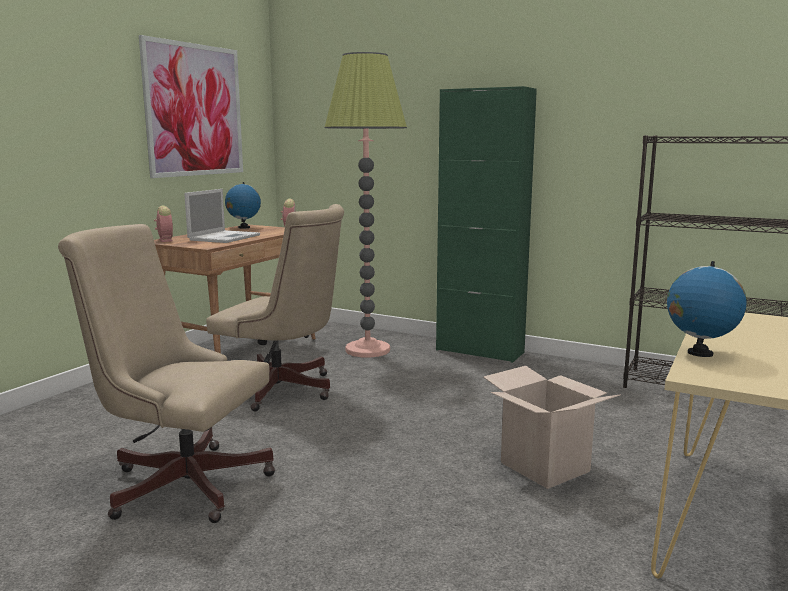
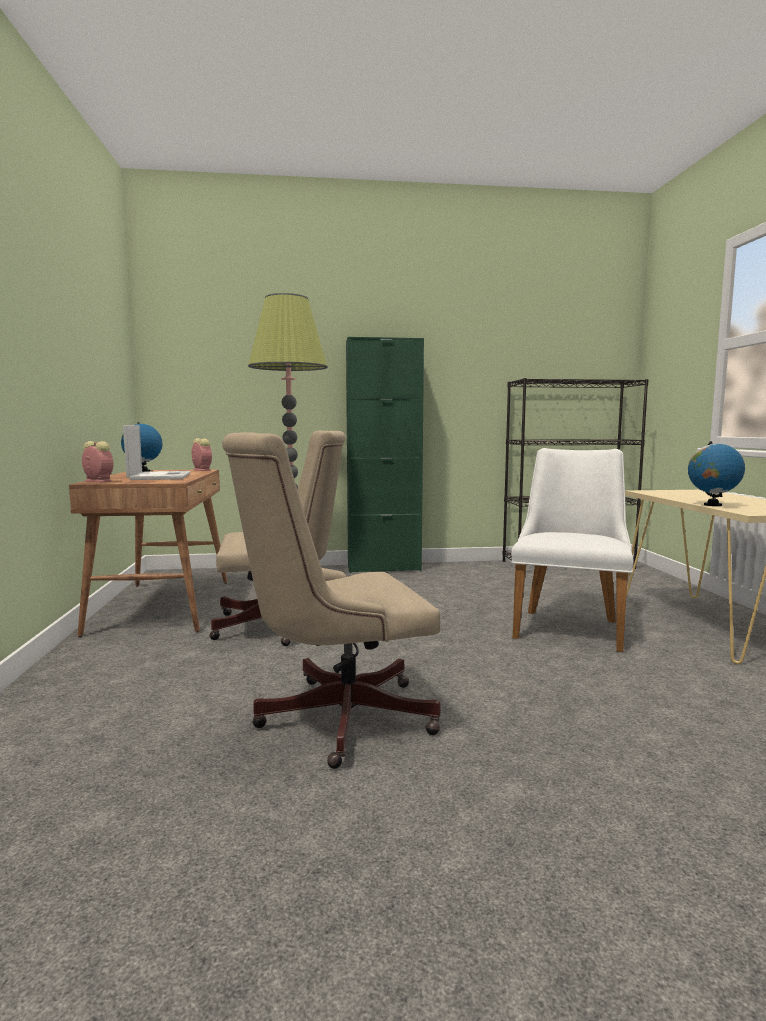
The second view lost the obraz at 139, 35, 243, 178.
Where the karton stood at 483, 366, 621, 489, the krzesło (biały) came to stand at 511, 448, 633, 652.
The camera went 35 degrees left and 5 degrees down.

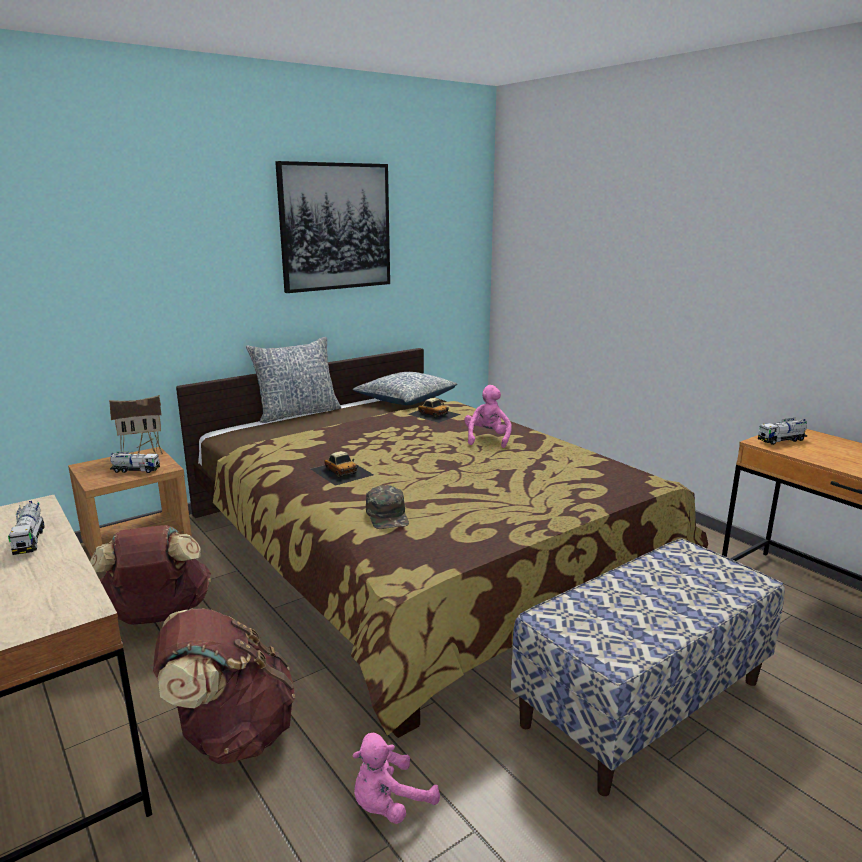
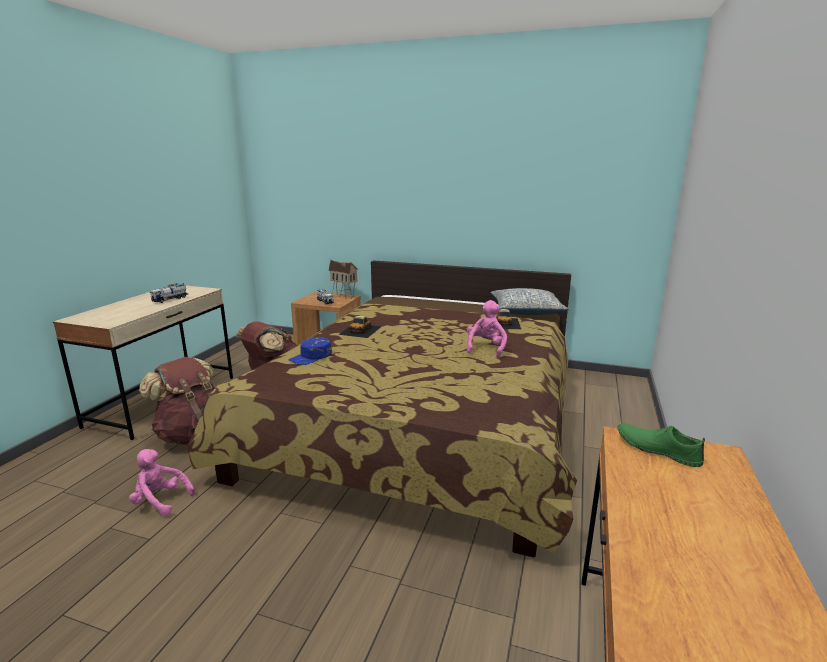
The second view lost the poduszka at 246, 336, 341, 423.
The second view lost the obraz at 275, 161, 390, 293.
The second view lost the ławka at 511, 539, 785, 796.
Where the ciężarówka zabawkowa stood at 758, 418, 808, 445, the but (zielony) came to stand at 617, 423, 705, 467.
What was the czapka z daszkiem (zielony) at 366, 485, 409, 529 turned into the czapka z daszkiem (niebieski) at 289, 337, 332, 365.
The pluszak (różowy) at 464, 385, 512, 448 ended up facing another way, 45 degrees counterclockwise from before.
The camera went 55 degrees right and 0 degrees up.

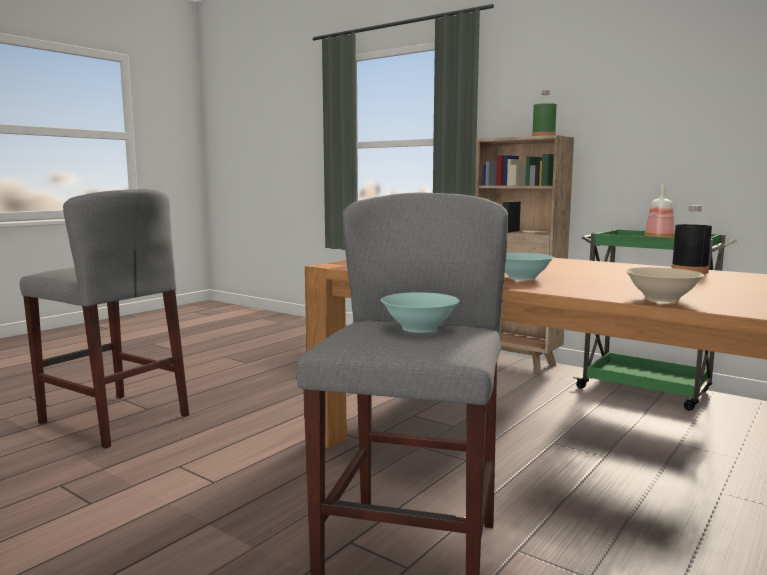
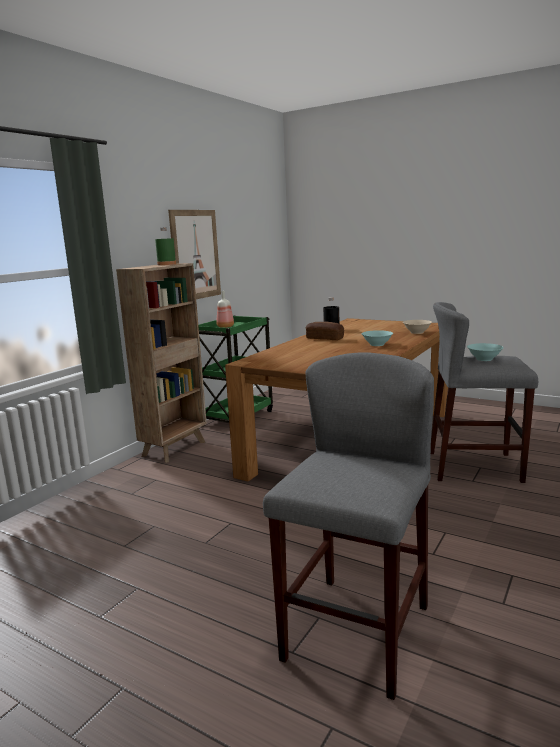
The second view gained the obraz at 168, 210, 221, 299.
The second view gained the chleb at 306, 322, 344, 340.
The camera went 95 degrees left and 5 degrees up.

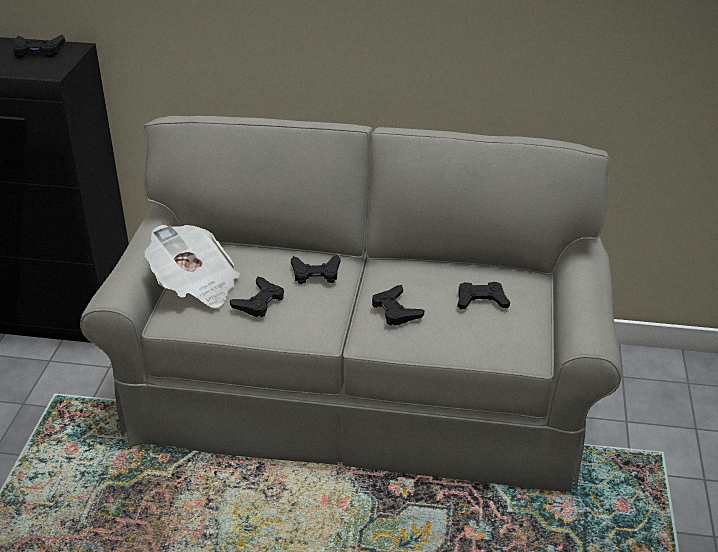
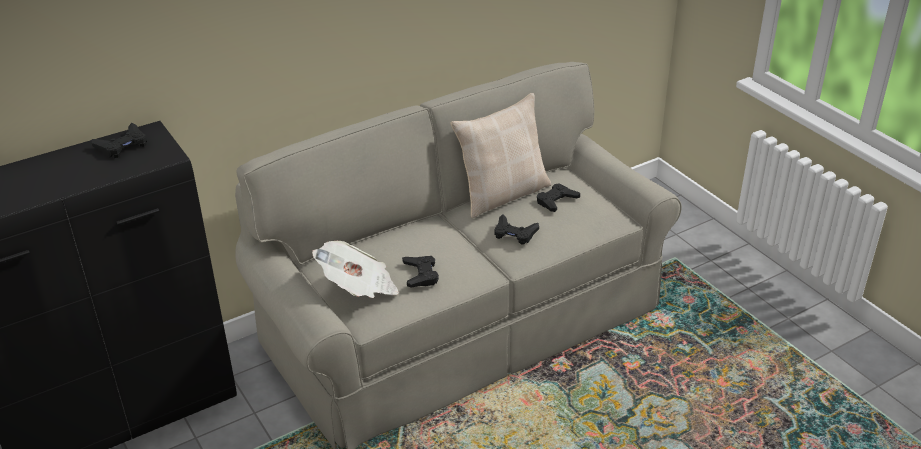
The second view lost the pad do gier (czarny) at 291, 255, 340, 284.
The second view gained the poduszka (beżowy) at 451, 93, 552, 218.
The camera went 40 degrees left and 0 degrees up.

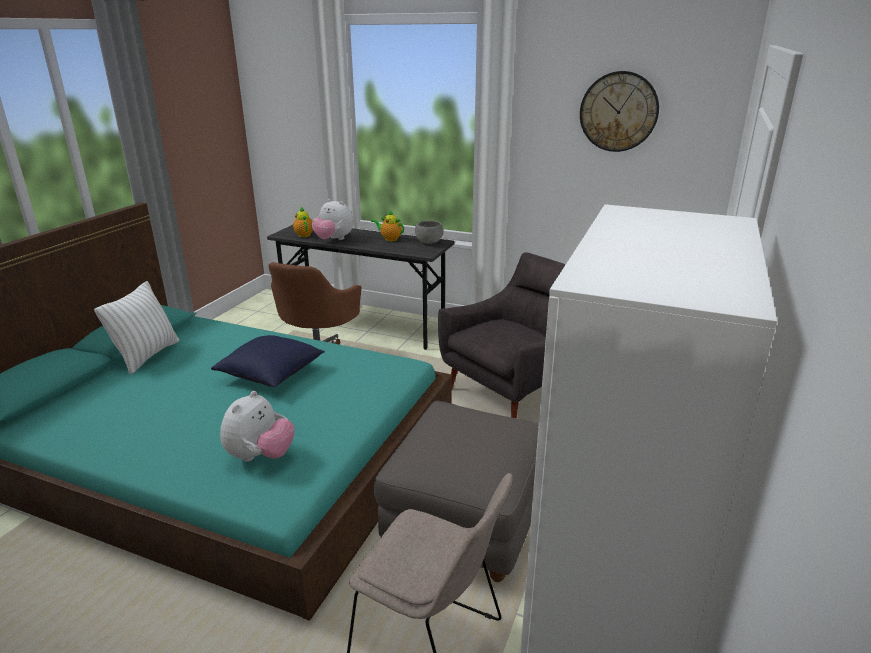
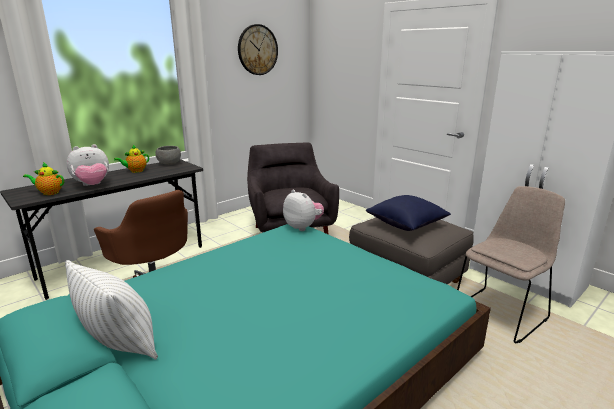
The poduszka (niebieski) ended up elsewhere, having gone from 211, 335, 325, 387 to 366, 195, 451, 231.
The pluszak ended up elsewhere, having gone from 220, 391, 295, 462 to 283, 189, 324, 231.
The camera went 65 degrees left and 5 degrees down.

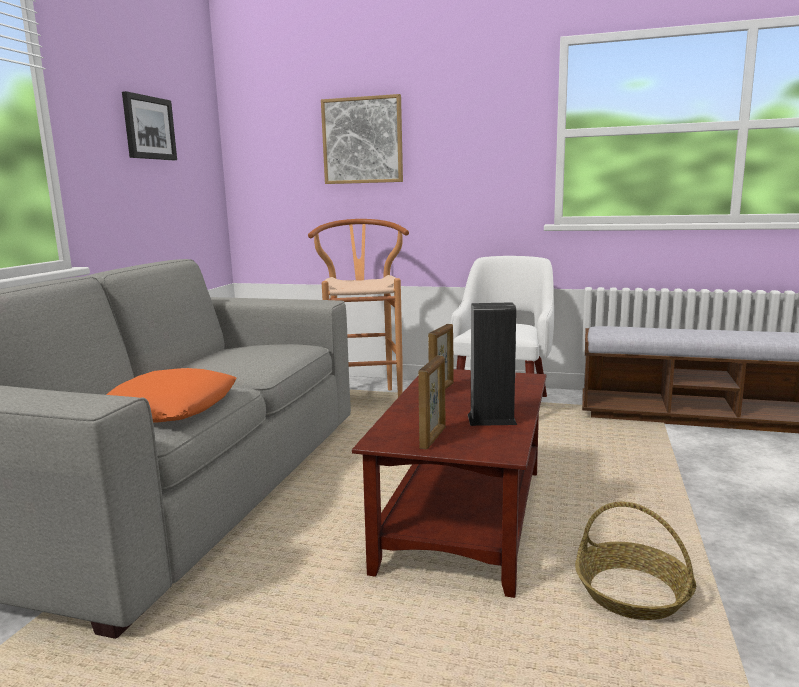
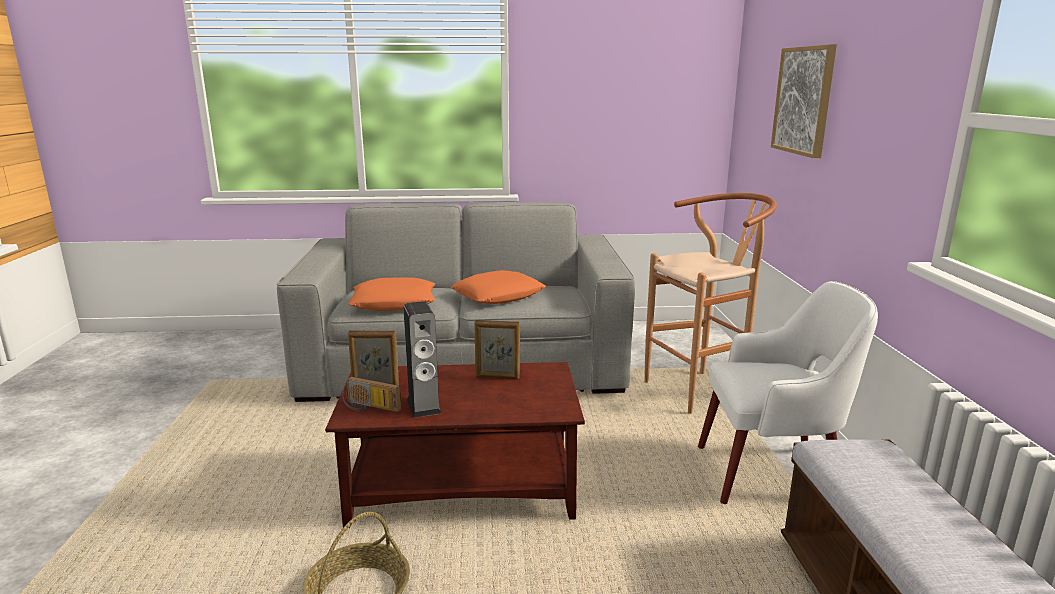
The second view lost the obraz at 122, 91, 177, 160.
The second view gained the radio at 343, 377, 402, 412.
The second view gained the poduszka (pomarańczowy) at 451, 270, 546, 304.
The camera went 70 degrees right and 5 degrees up.

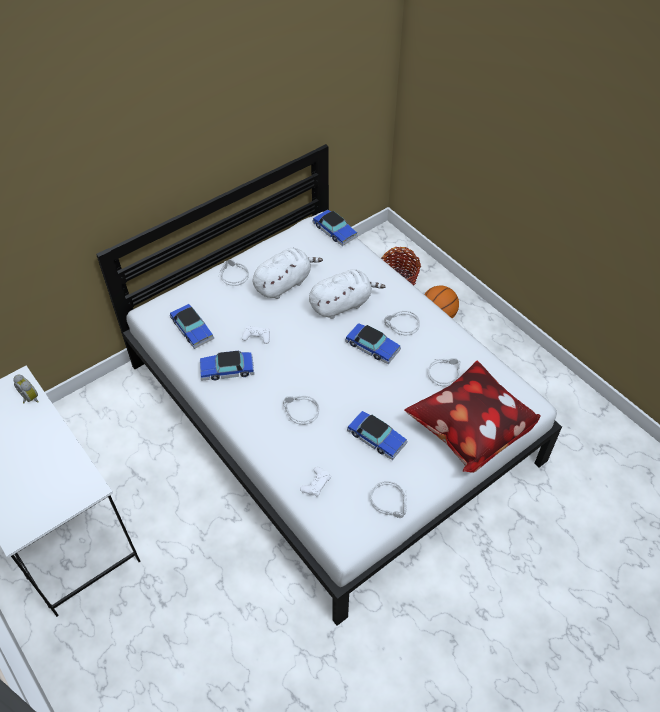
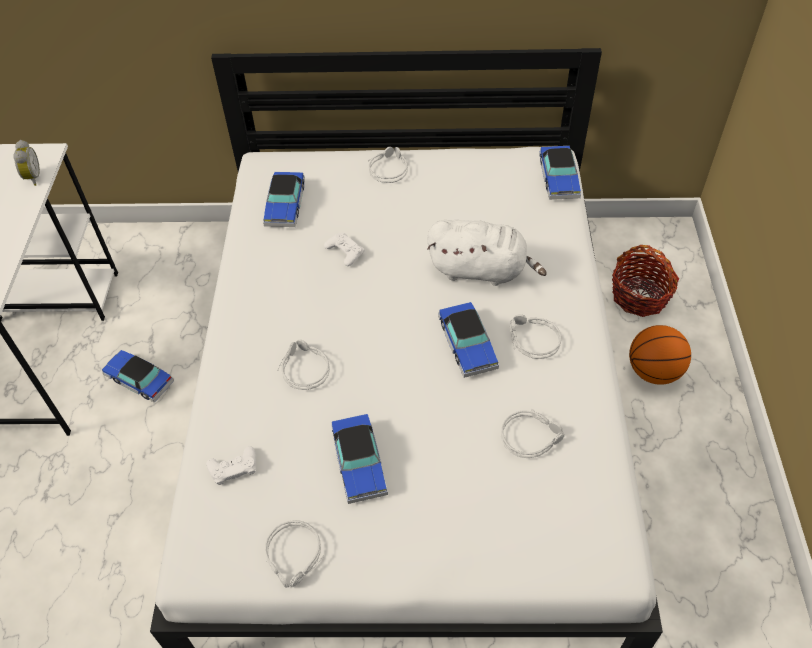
The second view lost the pluszak (biały) at 253, 248, 323, 299.
The second view lost the poduszka at 404, 361, 540, 473.
The samochodzik ended up elsewhere, having gone from 200, 351, 254, 380 to 102, 350, 174, 403.
The camera went 40 degrees right and 0 degrees up.

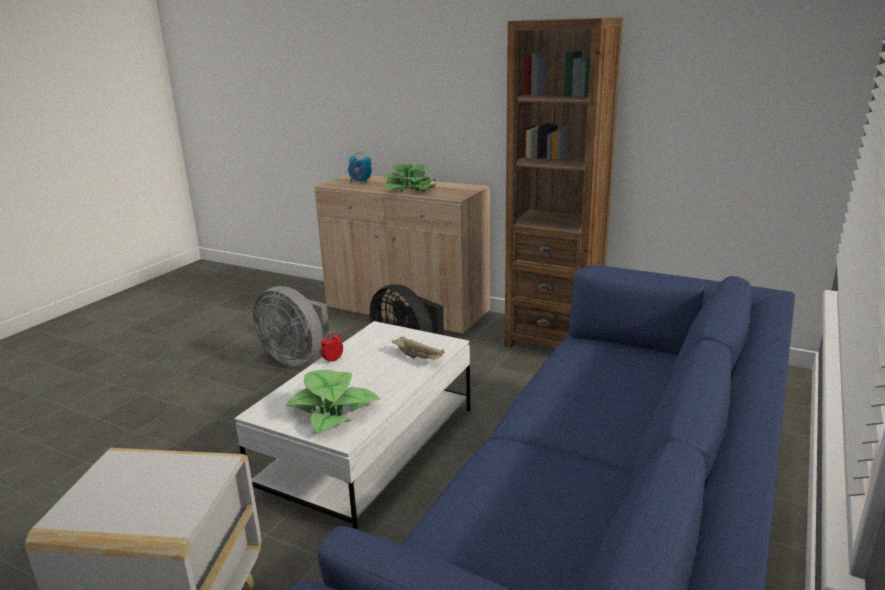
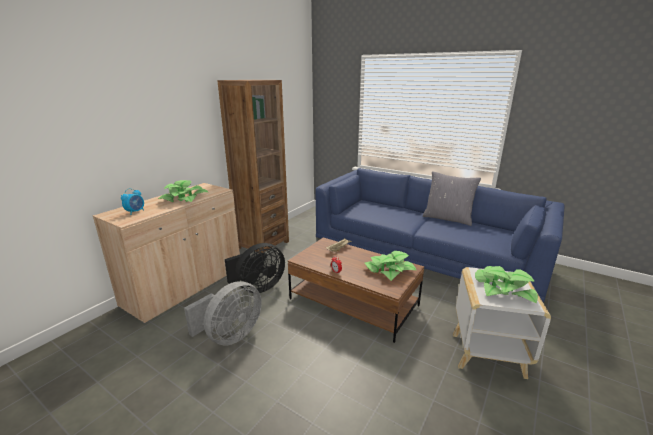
The second view gained the poduszka (szary) at 423, 171, 481, 226.
The second view gained the roślina doniczkowa at 475, 266, 538, 303.
What was the ława (biały) at 234, 321, 470, 529 turned into the ława (brązowy) at 288, 238, 424, 343.
The camera went 85 degrees left and 0 degrees up.

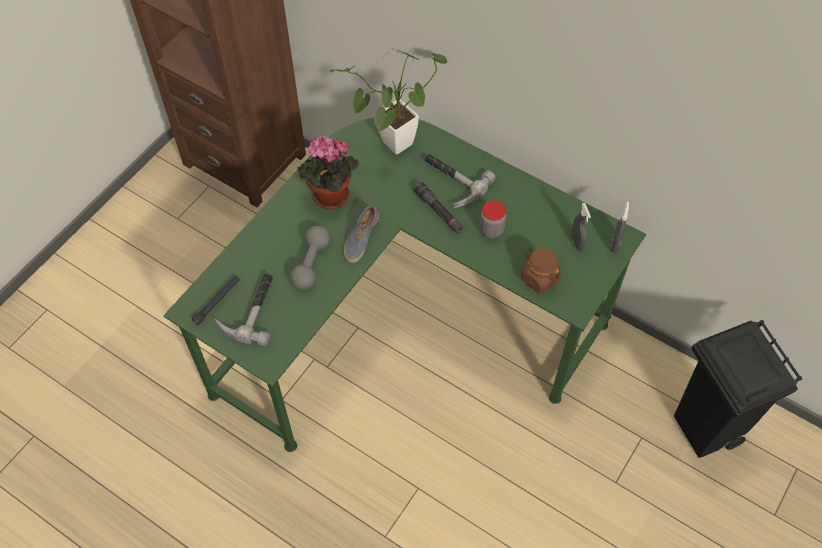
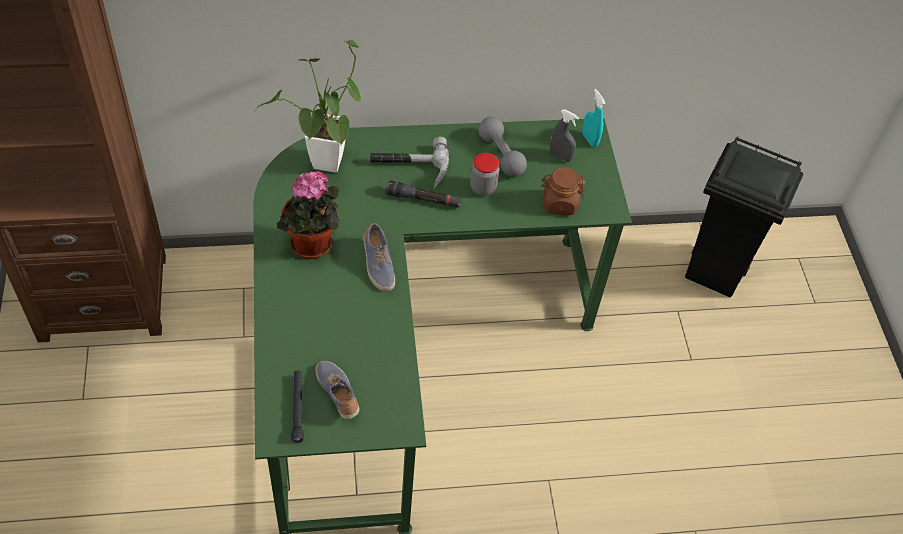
The hantel (szary) ended up elsewhere, having gone from 290, 226, 330, 290 to 478, 117, 527, 177.
Where the młotek stood at 214, 274, 273, 346, the but came to stand at 315, 361, 359, 419.
What was the spryskiwacz (szary) at 611, 202, 629, 253 turned into the spryskiwacz (turkusowy) at 582, 89, 606, 147.
The camera went 45 degrees left and 5 degrees down.

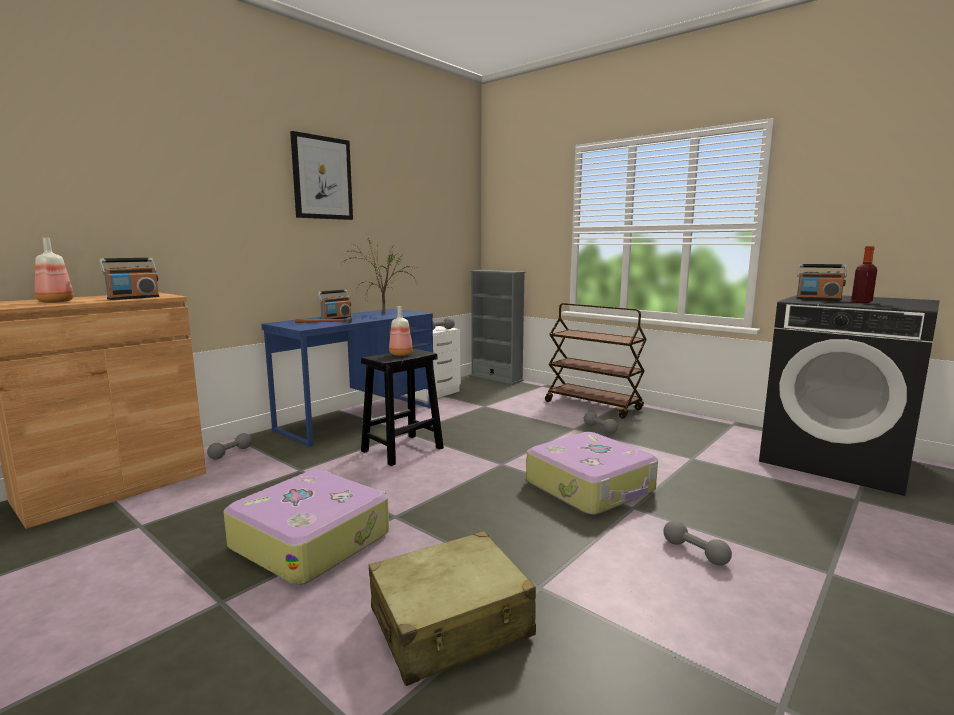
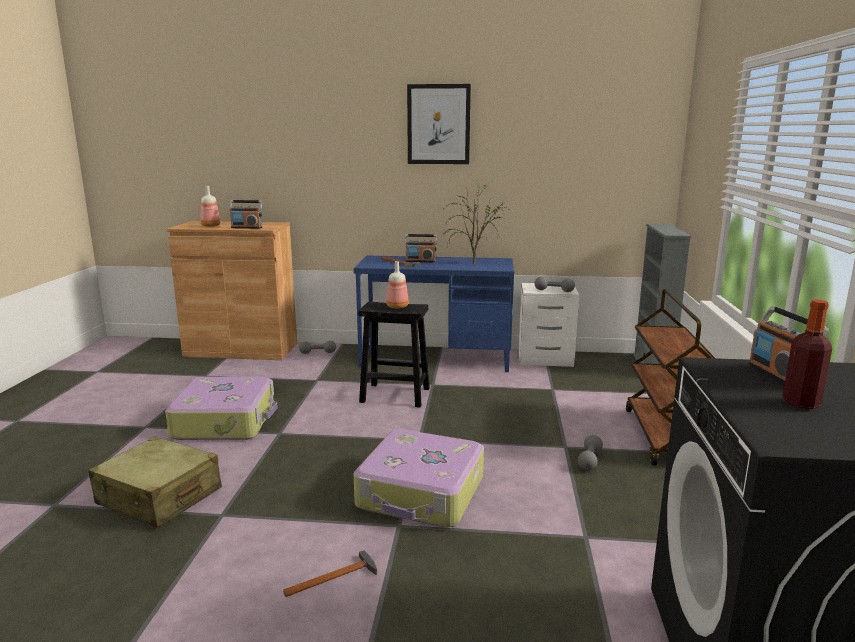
Where the hantel (szary) stood at 663, 520, 732, 566, the młotek came to stand at 283, 550, 377, 597.
The camera went 55 degrees right and 5 degrees up.

